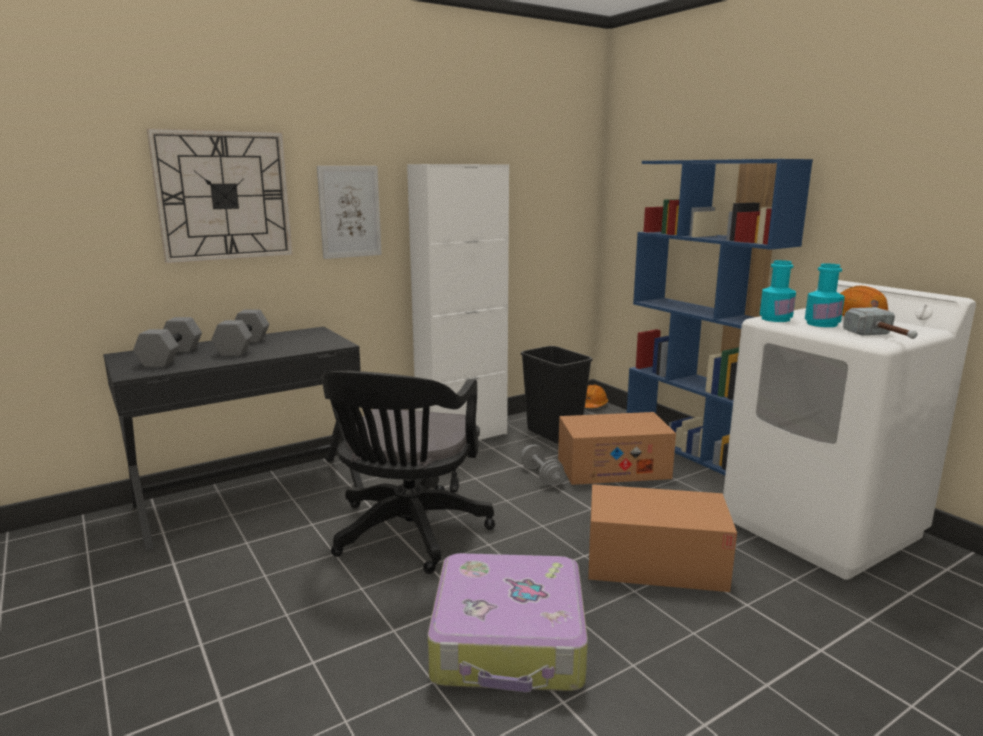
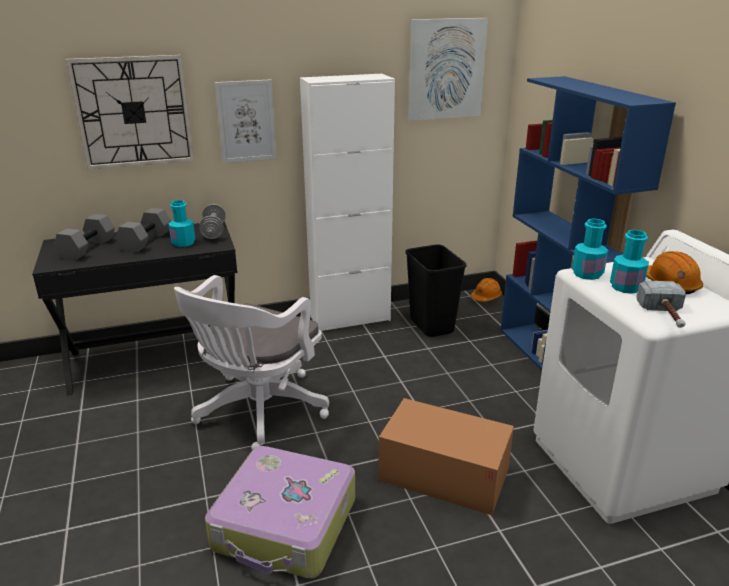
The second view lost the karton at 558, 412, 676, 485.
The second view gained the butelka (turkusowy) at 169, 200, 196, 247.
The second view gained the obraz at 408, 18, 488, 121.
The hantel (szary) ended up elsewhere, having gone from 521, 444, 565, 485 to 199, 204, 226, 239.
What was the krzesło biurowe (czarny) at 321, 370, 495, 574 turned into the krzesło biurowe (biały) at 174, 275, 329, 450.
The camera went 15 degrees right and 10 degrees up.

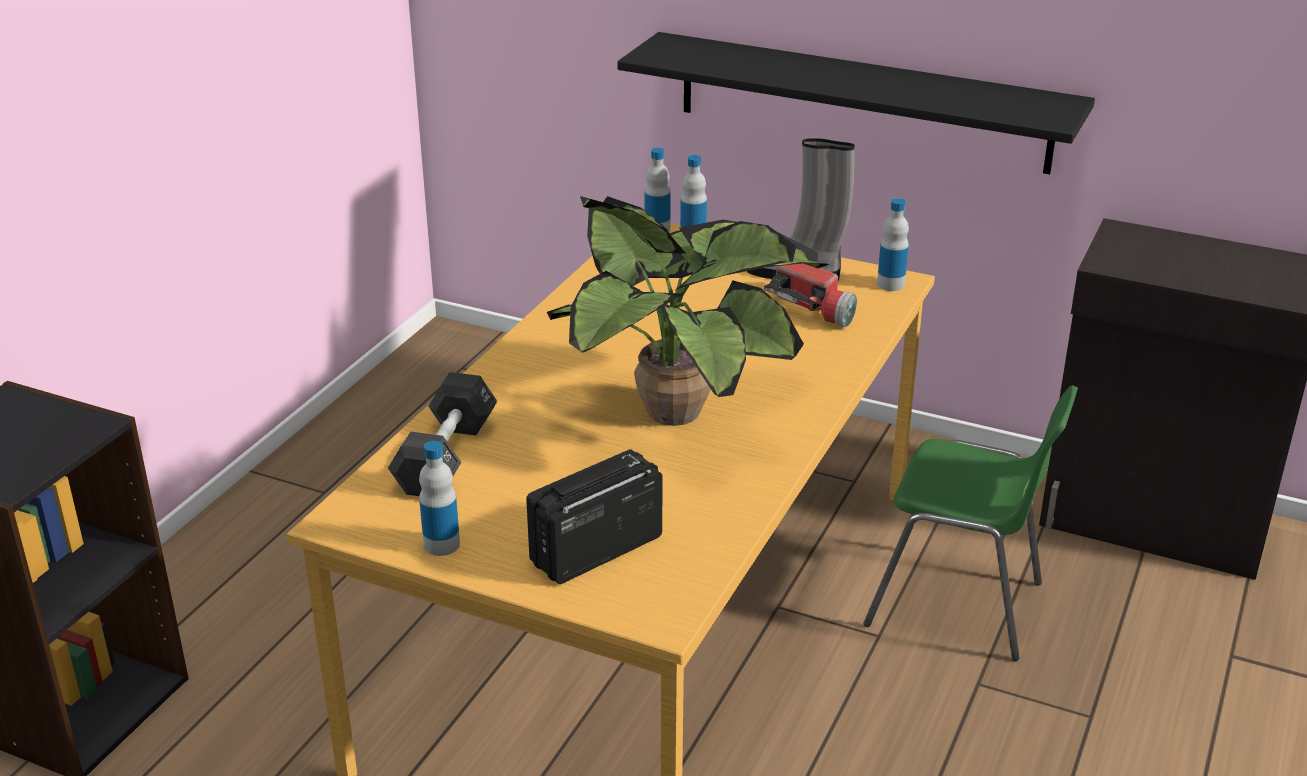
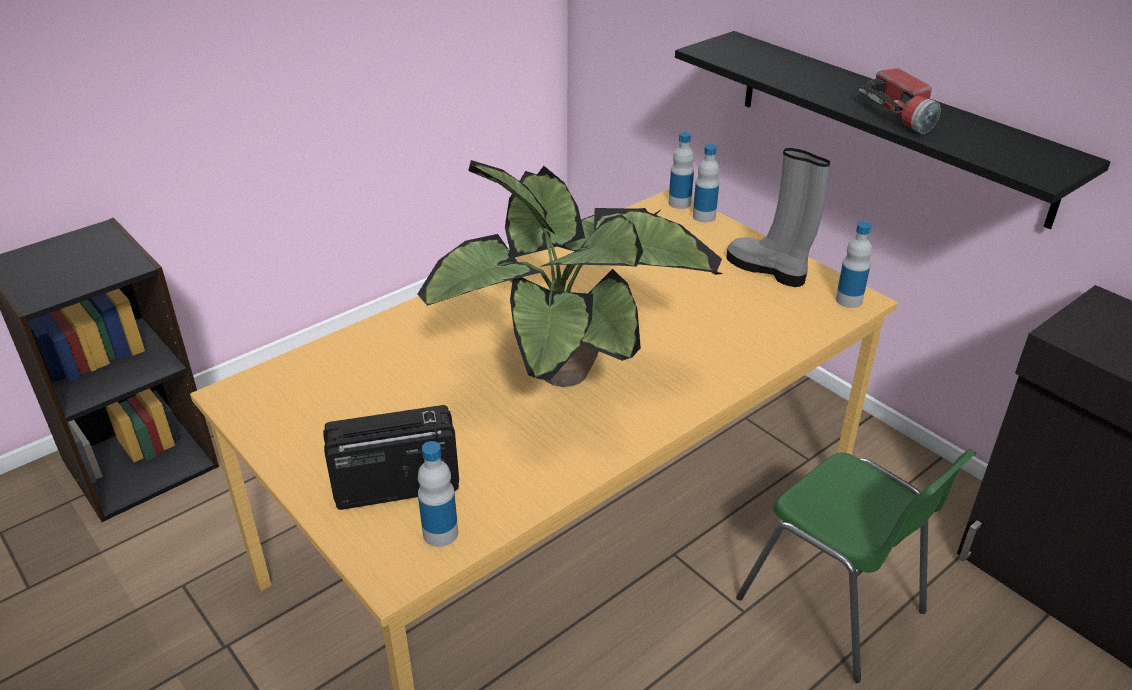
The second view lost the hantel (czarny) at 388, 372, 497, 496.
The butelka ended up elsewhere, having gone from 419, 441, 460, 556 to 418, 441, 458, 547.
The latarka ended up elsewhere, having gone from 764, 263, 857, 327 to 858, 68, 941, 134.
The camera went 25 degrees right and 5 degrees up.

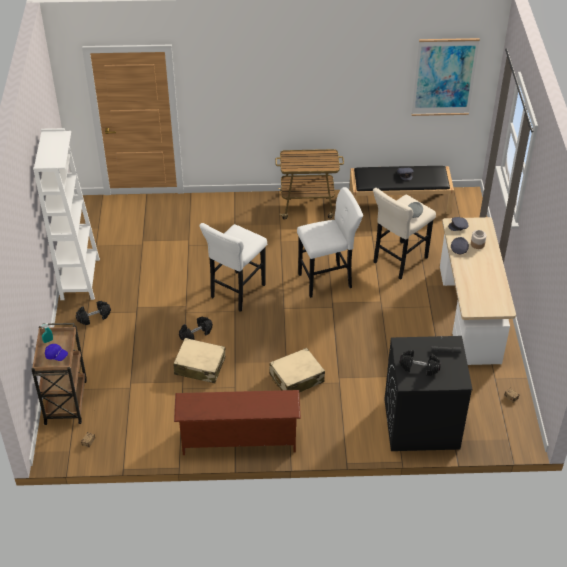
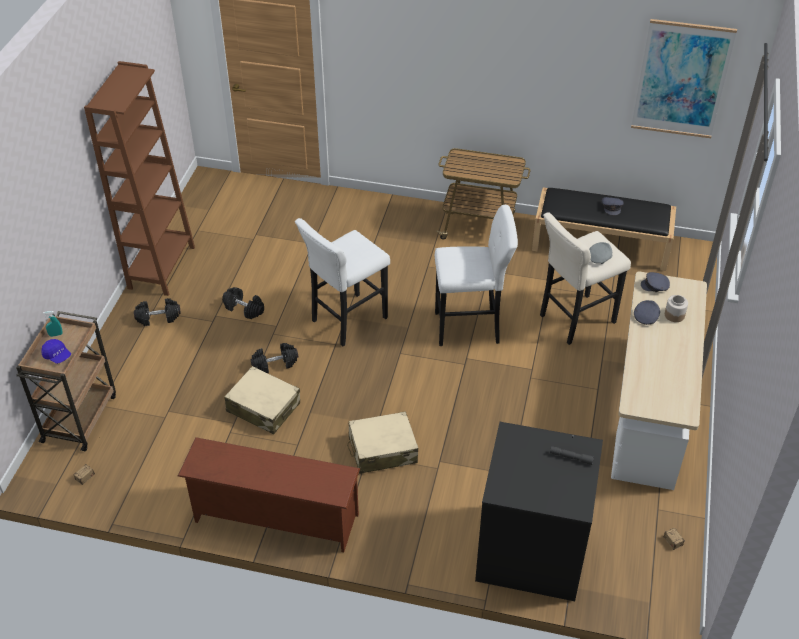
The hantel (czarny) ended up elsewhere, having gone from 399, 350, 441, 376 to 222, 287, 264, 319.
What was the regał (biały) at 33, 128, 100, 300 turned into the regał (brązowy) at 84, 61, 195, 296.
The camera went 15 degrees right and 0 degrees up.

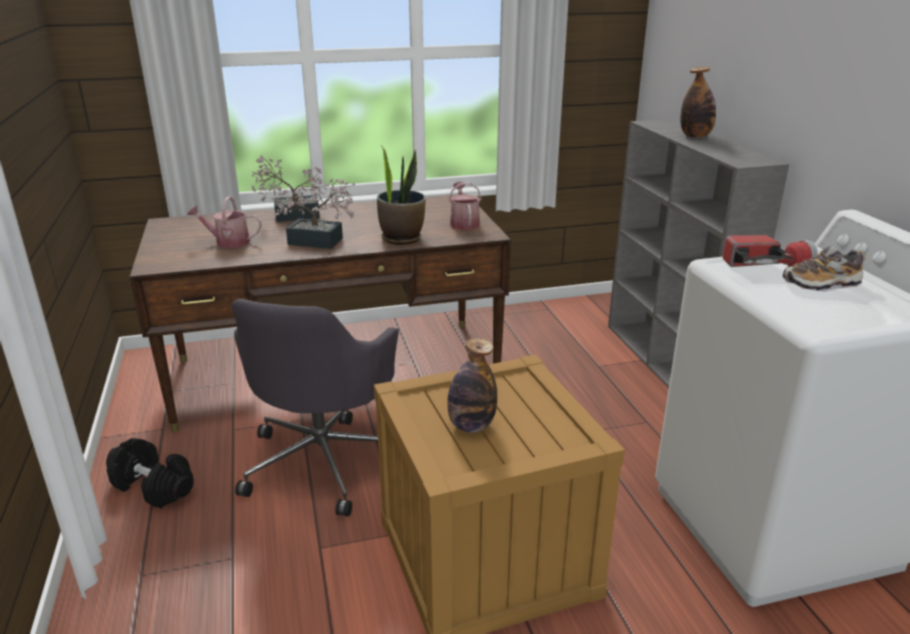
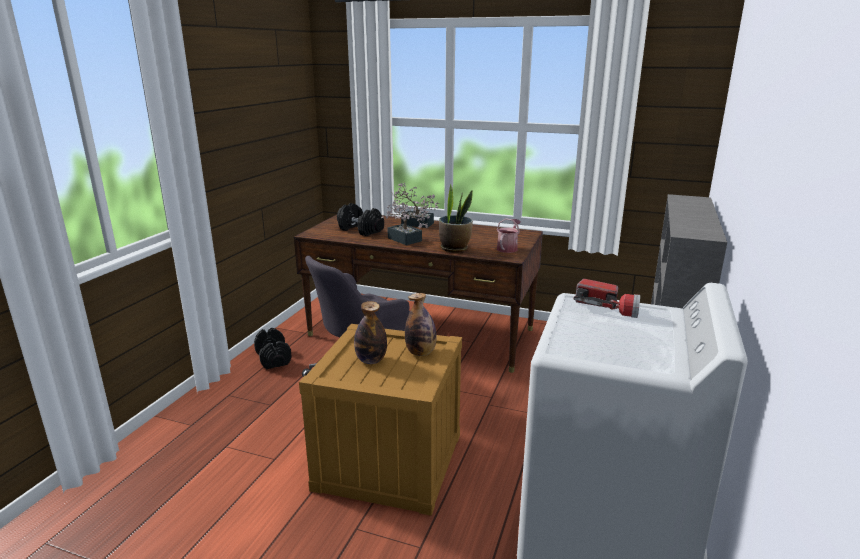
The second view lost the but at 783, 246, 865, 292.
The butelka ended up elsewhere, having gone from 680, 67, 716, 138 to 405, 293, 437, 356.
Where the konewka stood at 187, 196, 262, 248, the hantel (czarny) came to stand at 337, 203, 384, 236.
The camera went 35 degrees right and 5 degrees down.

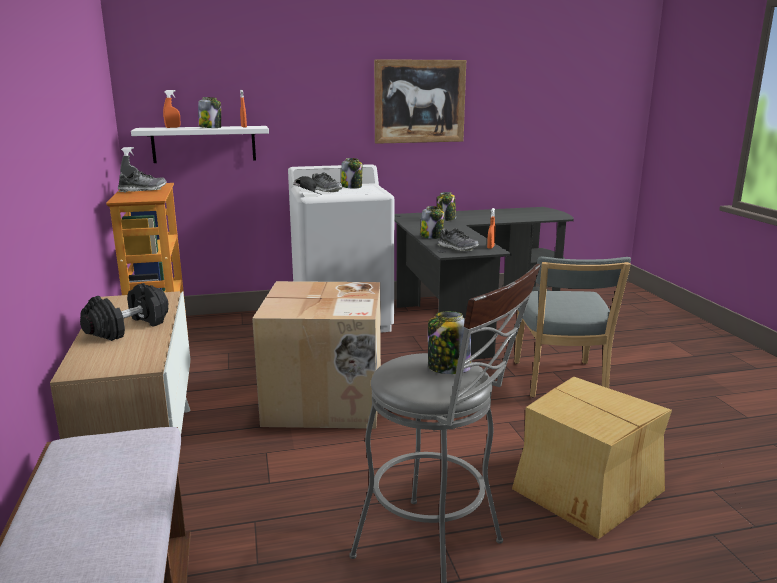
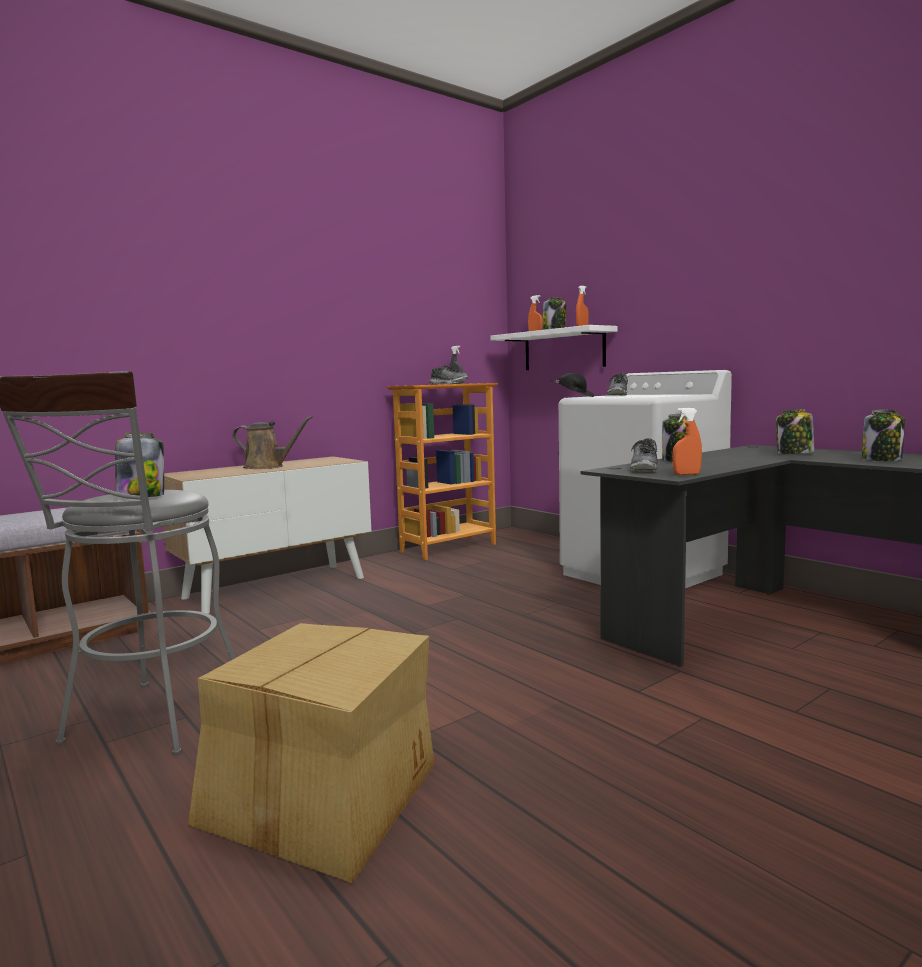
The second view lost the karton at 252, 281, 381, 429.
The second view lost the obraz at 374, 59, 466, 144.
The second view lost the krzesło (szary) at 514, 257, 631, 397.
The słoik ended up elsewhere, having gone from 341, 158, 363, 189 to 862, 410, 905, 461.
Where the hantel (czarny) stood at 80, 283, 168, 341, the konewka (brązowy) came to stand at 232, 416, 313, 469.
The camera went 65 degrees right and 10 degrees down.

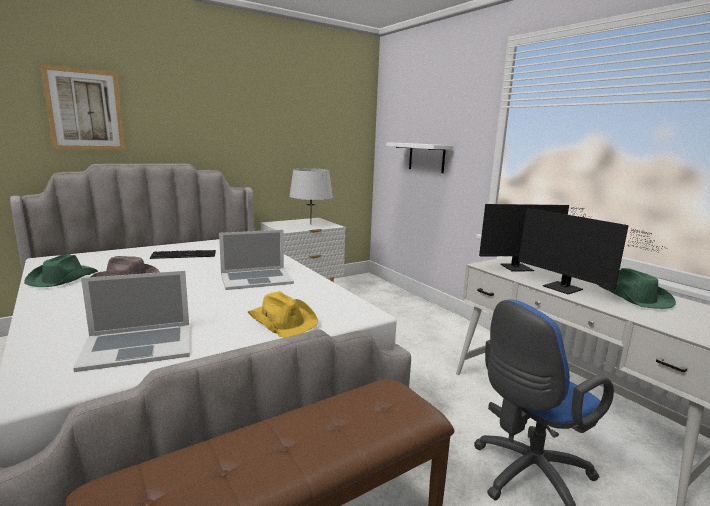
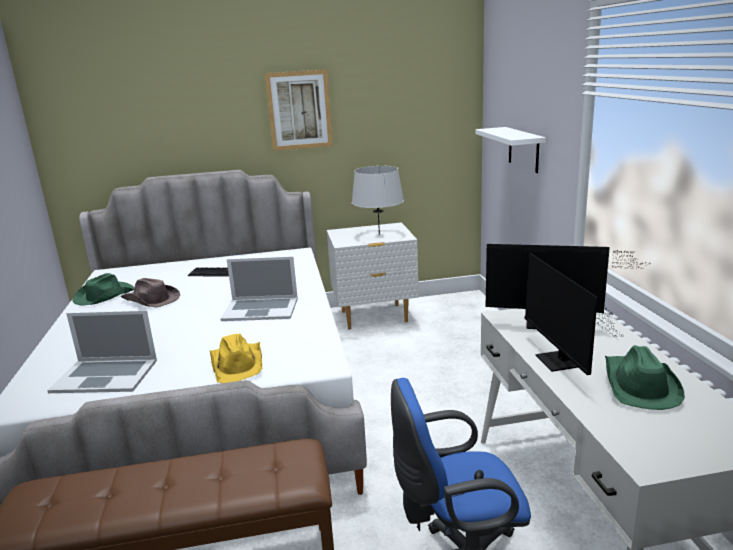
The obraz ended up elsewhere, having gone from 40, 64, 126, 151 to 265, 69, 333, 151.
The camera went 25 degrees right and 5 degrees up.

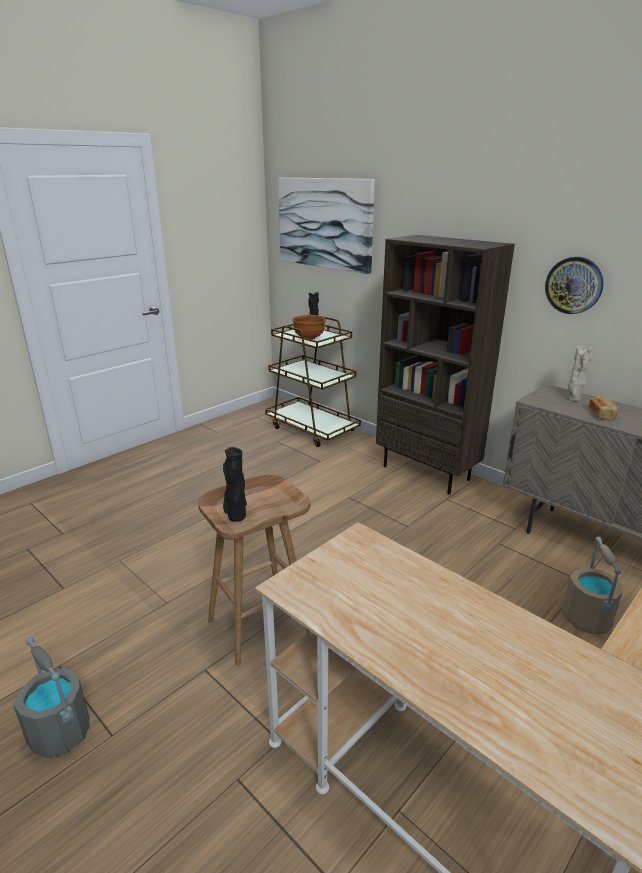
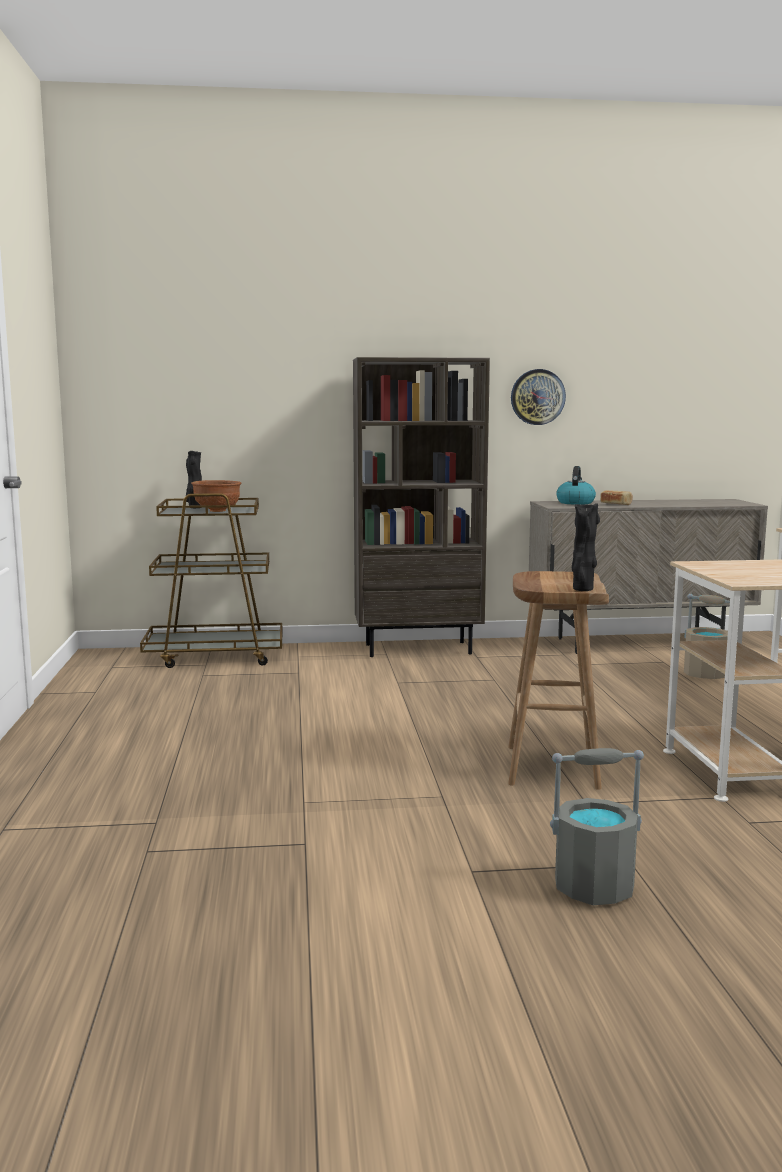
The second view lost the obraz at 278, 177, 375, 274.
Where the wazon (beżowy) stood at 567, 346, 592, 401, the czajnik came to stand at 556, 466, 596, 505.
The camera went 50 degrees left and 15 degrees down.

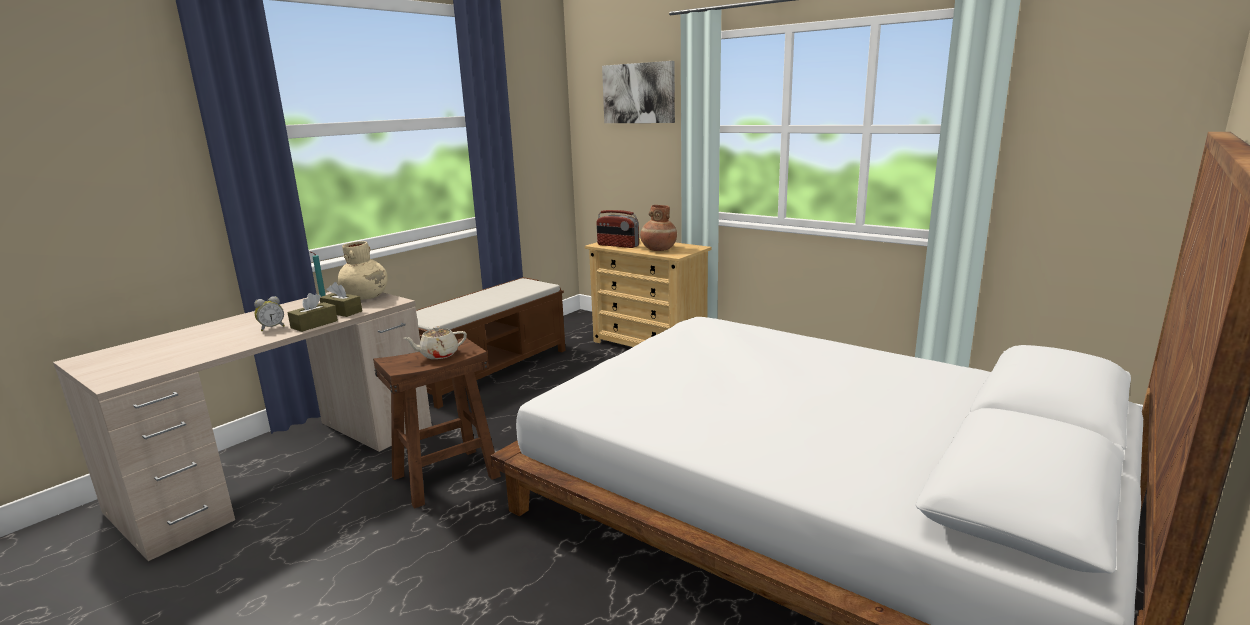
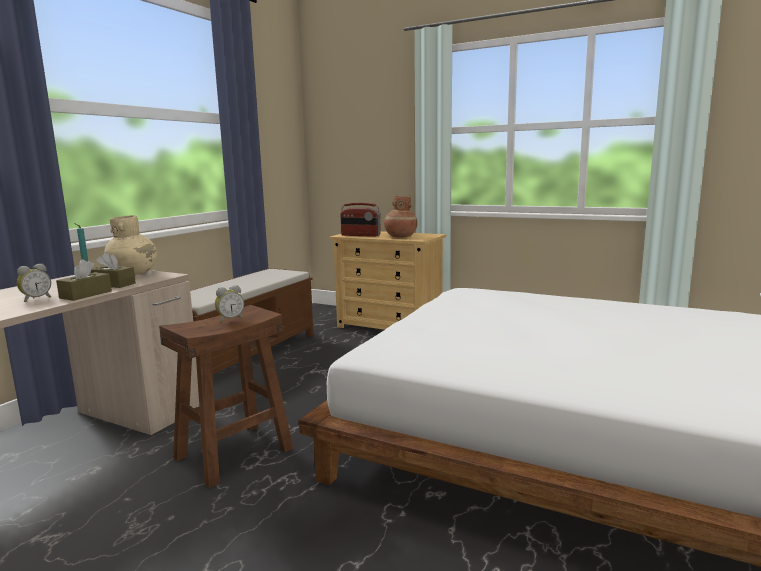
The second view lost the obraz at 602, 61, 675, 123.
Where the imbryk (beżowy) stood at 403, 326, 467, 359, the budzik came to stand at 215, 285, 244, 323.
The camera went 10 degrees left and 5 degrees down.

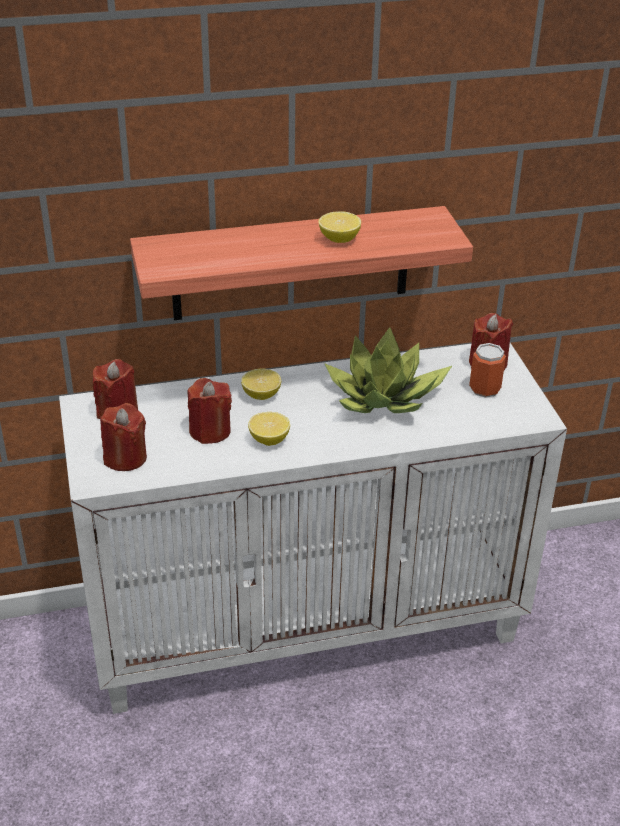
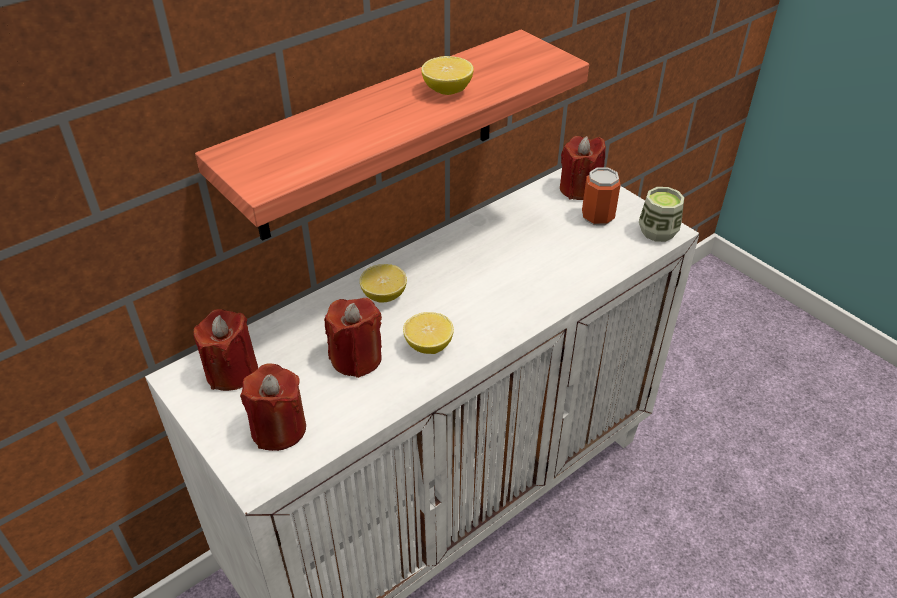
The second view lost the roślina doniczkowa at 324, 327, 452, 413.
The second view gained the filiżanka at 639, 187, 684, 242.
The camera went 25 degrees left and 5 degrees up.

